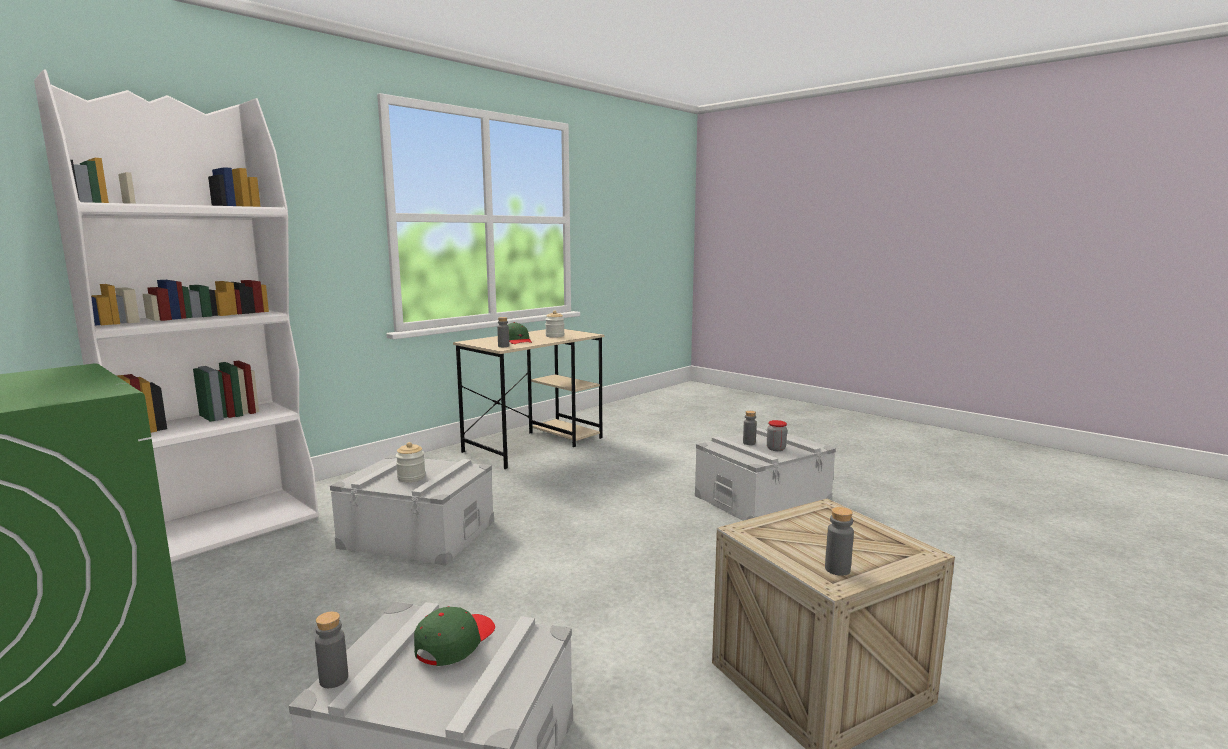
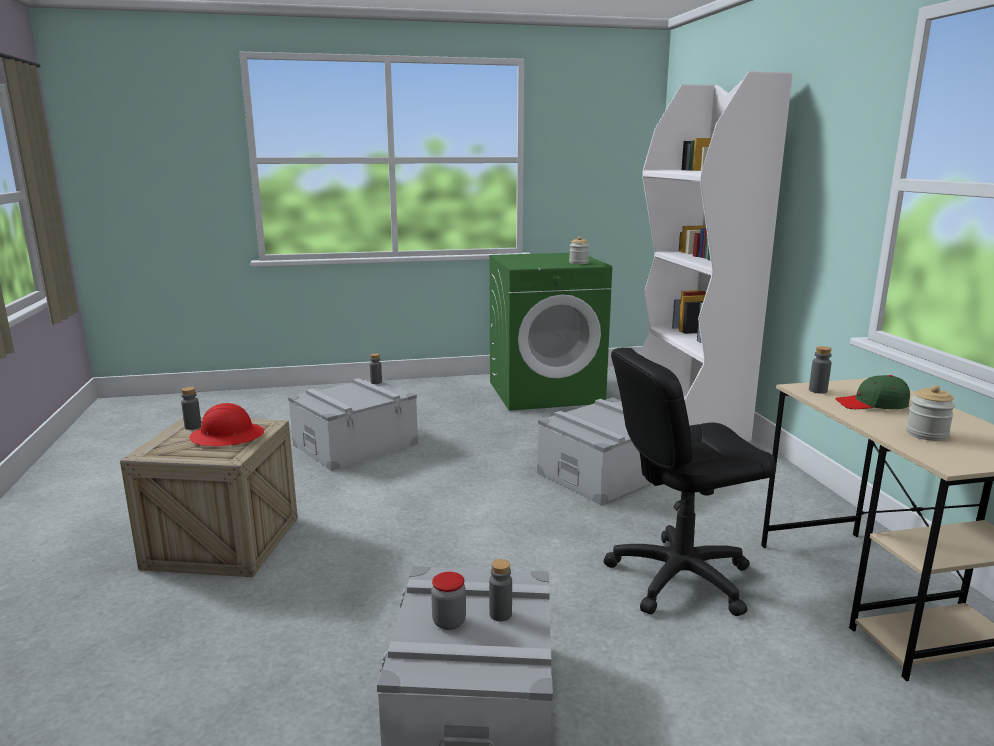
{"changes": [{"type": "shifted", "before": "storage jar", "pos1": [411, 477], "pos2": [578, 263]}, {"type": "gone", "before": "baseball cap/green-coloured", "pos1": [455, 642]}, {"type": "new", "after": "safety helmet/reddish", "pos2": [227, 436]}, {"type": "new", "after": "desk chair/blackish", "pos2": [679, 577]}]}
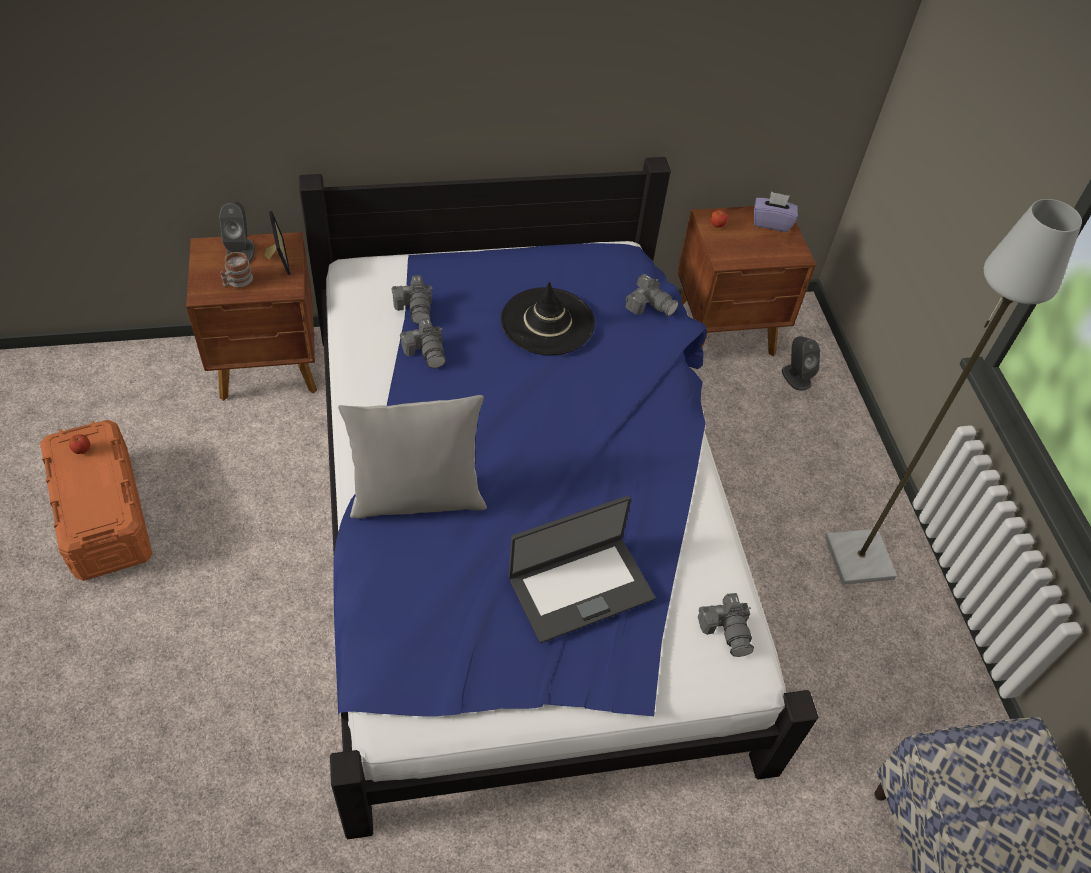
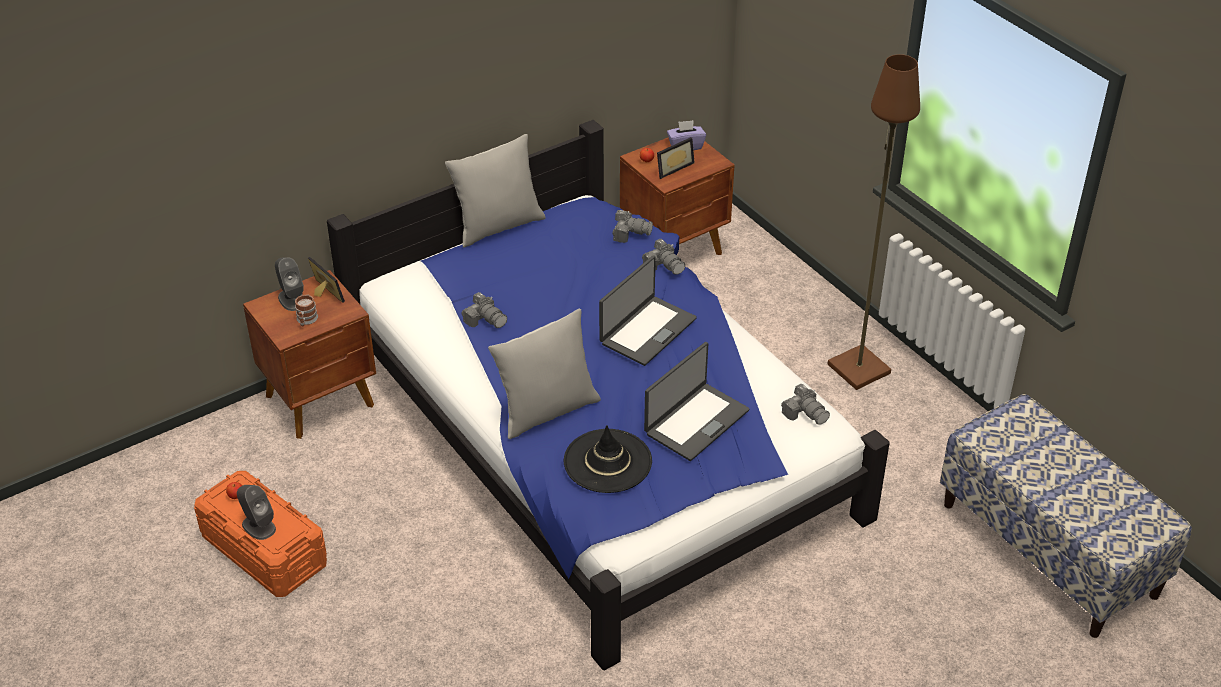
{"changes": [{"type": "shifted", "before": "photo camera", "pos1": [415, 308], "pos2": [664, 265]}, {"type": "shifted", "before": "wearable hat/blackish", "pos1": [547, 322], "pos2": [608, 461]}, {"type": "shifted", "before": "loudspeaker/grey", "pos1": [796, 377], "pos2": [258, 526]}, {"type": "repainted", "before": "floor lamp/grey", "after": "floor lamp/brown", "pos1": [857, 557], "pos2": [857, 369]}, {"type": "new", "after": "throw pillow/grey", "pos2": [498, 226]}, {"type": "new", "after": "laptop", "pos2": [647, 330]}, {"type": "new", "after": "standing frame", "pos2": [672, 167]}]}
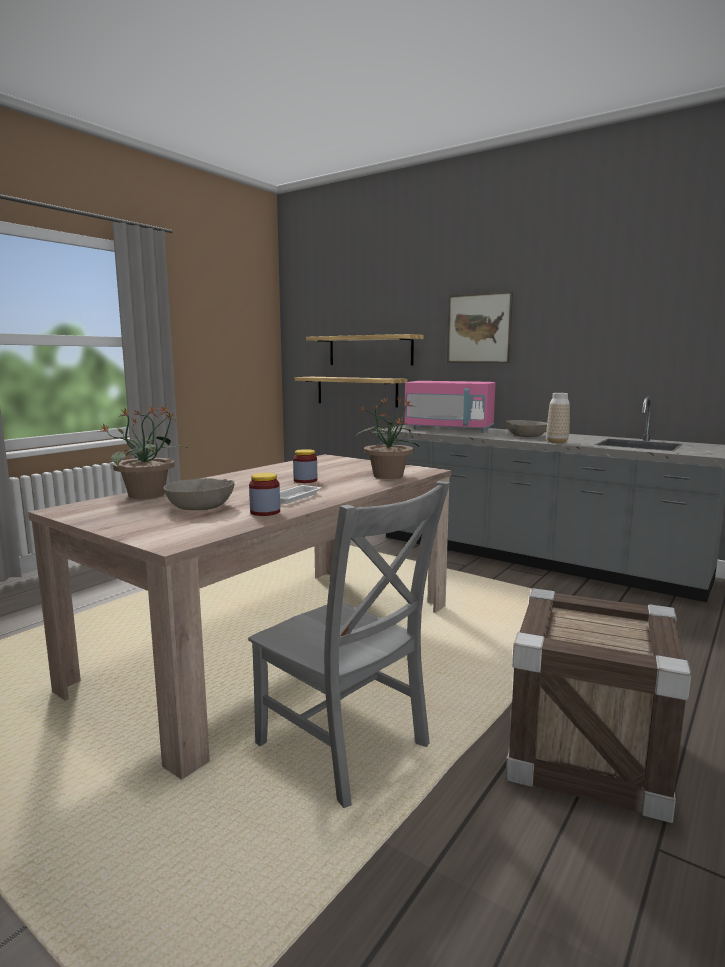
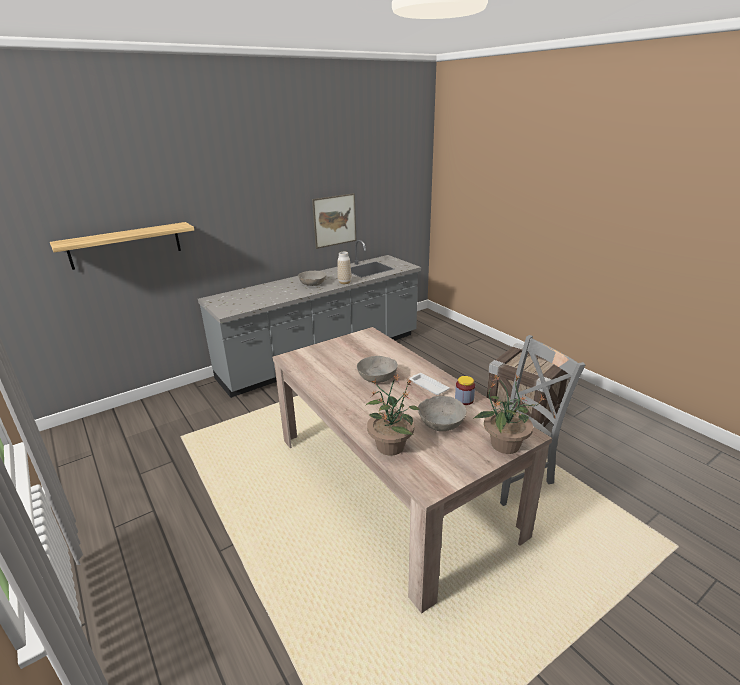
{"changes": [{"type": "swapped", "before": "storage jar", "after": "serving bowl/grey", "pos1": [305, 480], "pos2": [377, 377]}, {"type": "gone", "before": "shelf", "pos1": [356, 391]}, {"type": "shifted", "before": "plant in a pot", "pos1": [387, 475], "pos2": [504, 444]}, {"type": "gone", "before": "kitchen microwave/pinkish", "pos1": [449, 429]}, {"type": "shifted", "before": "picture", "pos1": [479, 328], "pos2": [334, 220]}]}
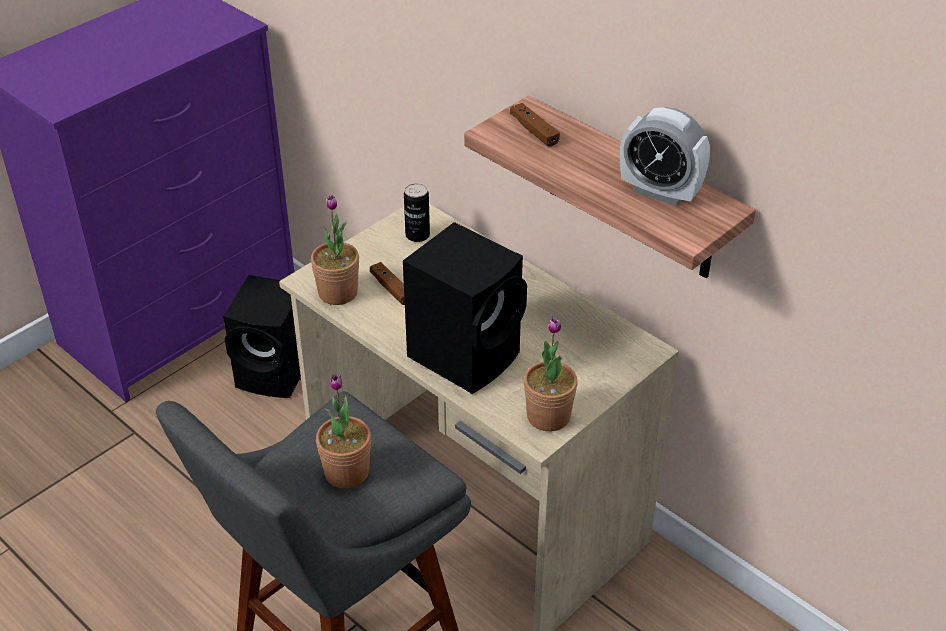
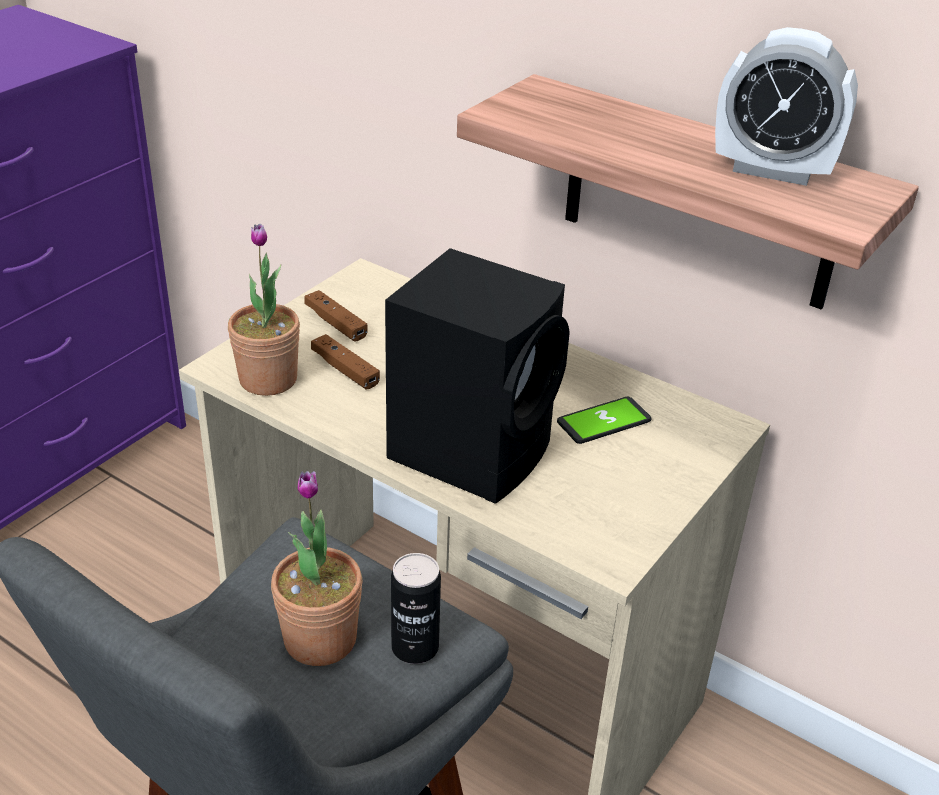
{"changes": [{"type": "gone", "before": "loudspeaker/blackish", "pos1": [276, 373]}, {"type": "shifted", "before": "sealed can", "pos1": [417, 235], "pos2": [415, 647]}, {"type": "shifted", "before": "joypad/brown", "pos1": [534, 131], "pos2": [335, 323]}, {"type": "gone", "before": "plant in a pot", "pos1": [548, 416]}, {"type": "new", "after": "telephone", "pos2": [604, 422]}]}
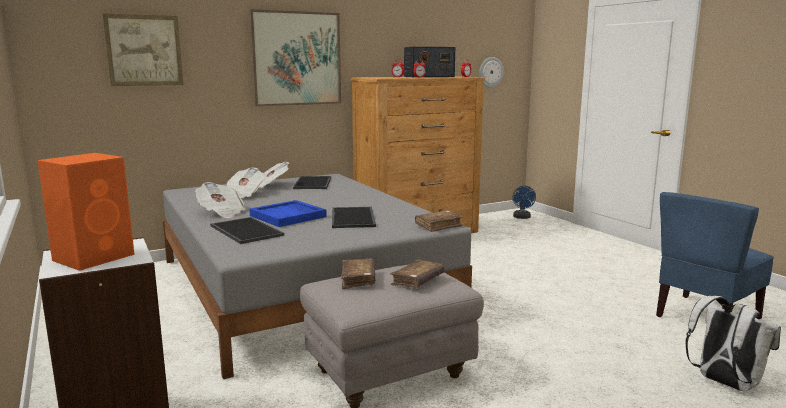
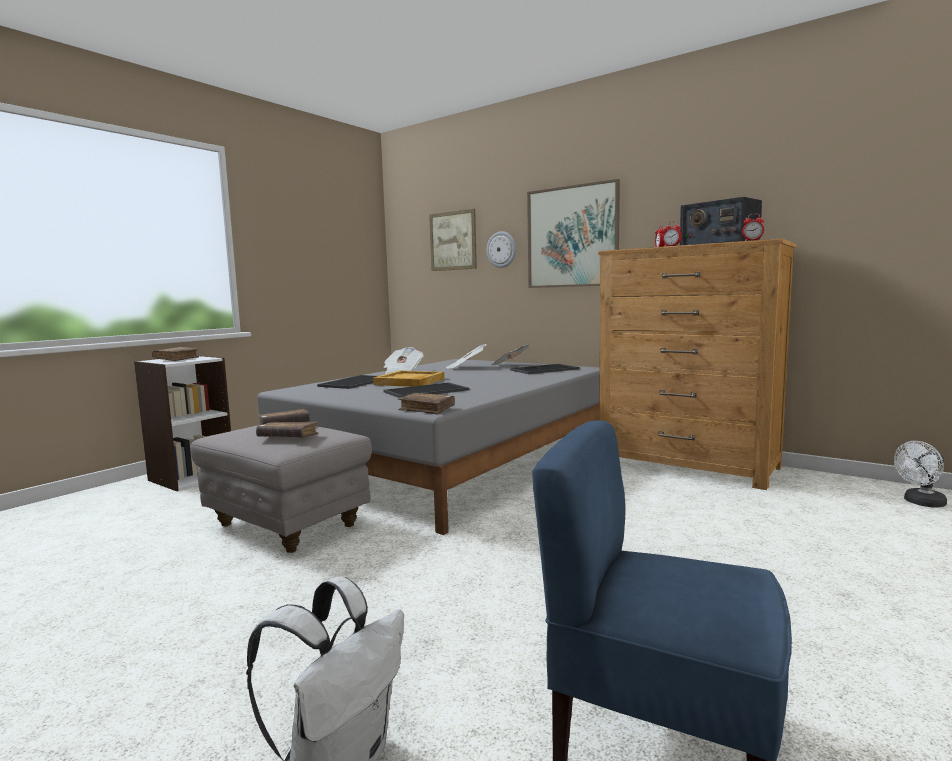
{"changes": [{"type": "swapped", "before": "loudspeaker/orange-coloured", "after": "bound book/brown", "pos1": [95, 257], "pos2": [176, 359]}, {"type": "repainted", "before": "tray/blue-coloured", "after": "tray/sand-coloured", "pos1": [288, 216], "pos2": [409, 382]}, {"type": "shifted", "before": "hanging clock", "pos1": [490, 72], "pos2": [501, 249]}, {"type": "repainted", "before": "cooling fan/blue-coloured", "after": "cooling fan/white-coloured", "pos1": [522, 217], "pos2": [921, 503]}]}
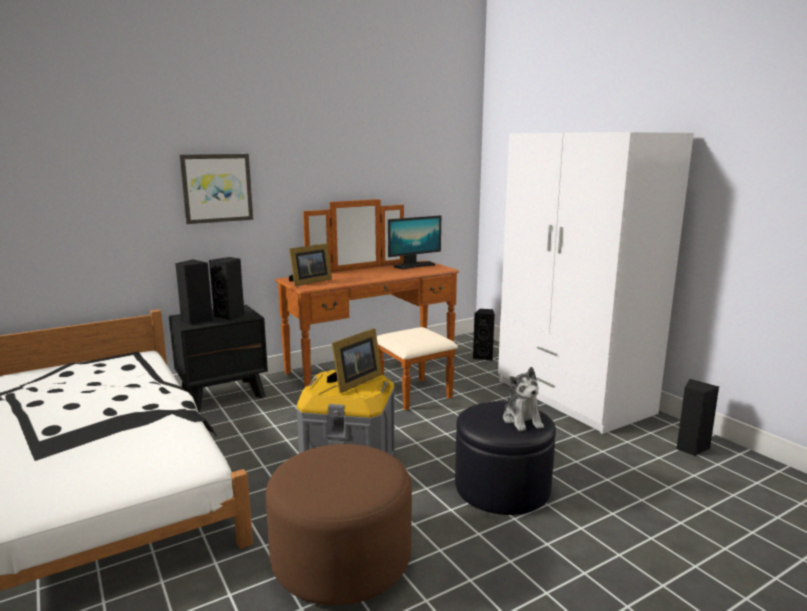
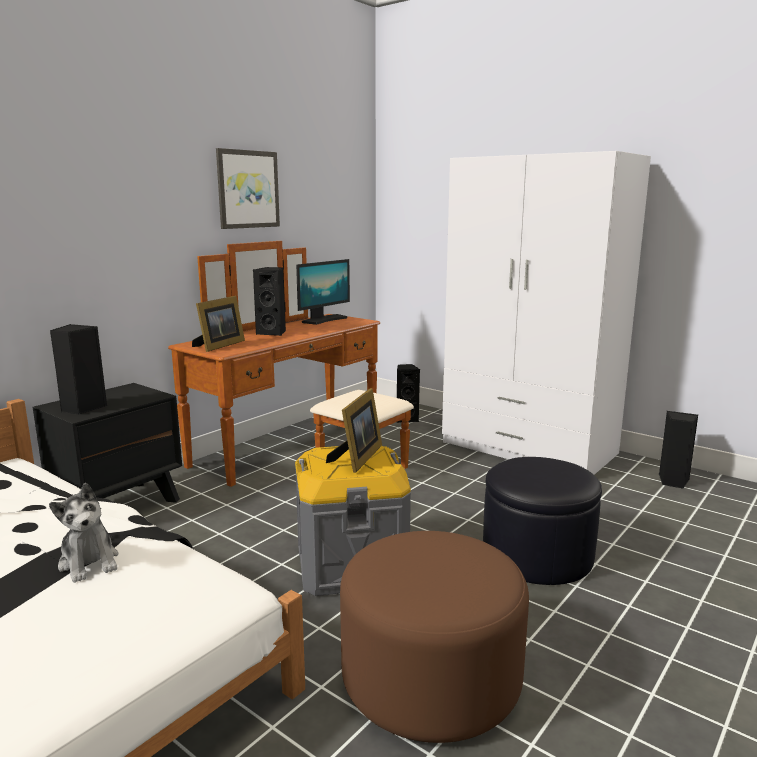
{"changes": [{"type": "shifted", "before": "picture", "pos1": [217, 188], "pos2": [247, 189]}, {"type": "shifted", "before": "loudspeaker/blackish", "pos1": [230, 316], "pos2": [273, 332]}, {"type": "shifted", "before": "soft toy", "pos1": [522, 420], "pos2": [89, 562]}]}
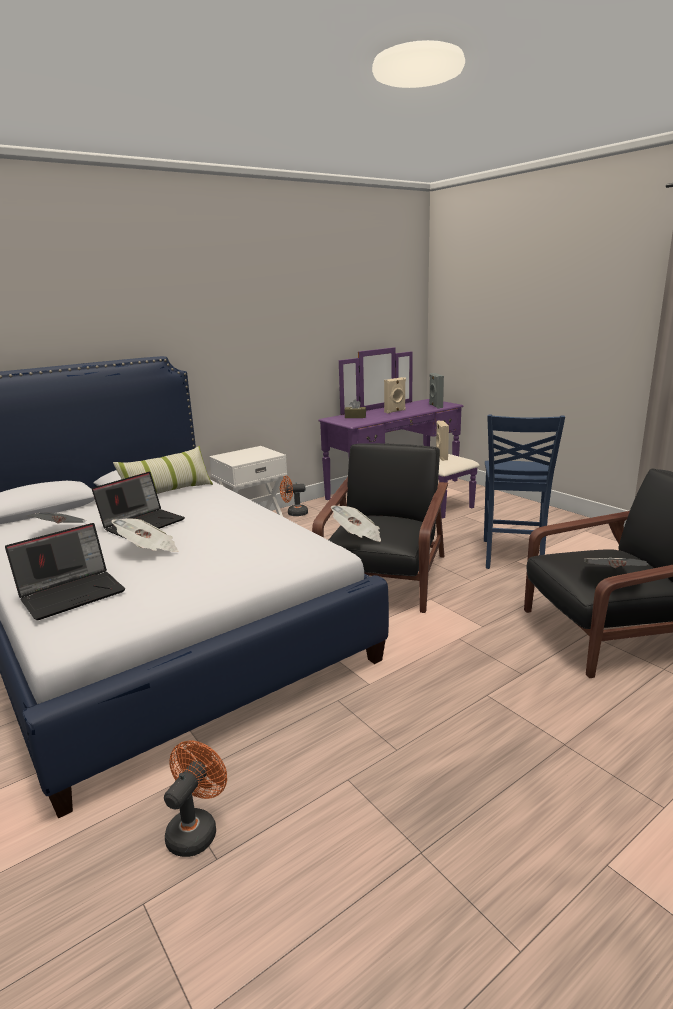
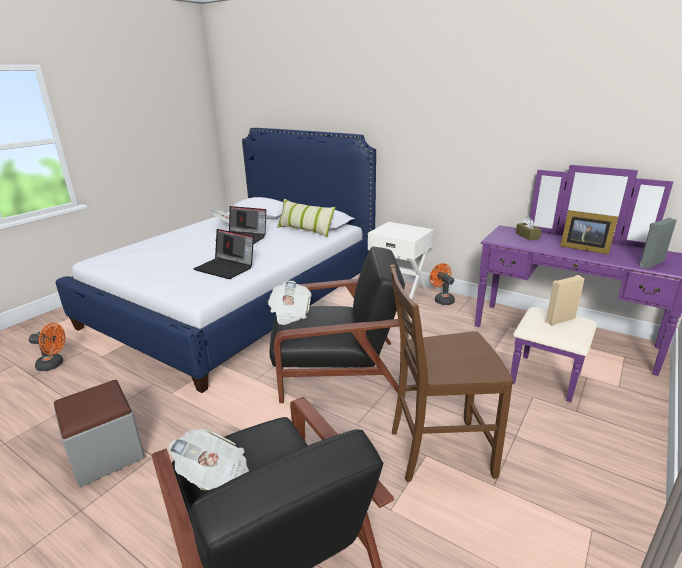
{"changes": [{"type": "shifted", "before": "laptop", "pos1": [72, 593], "pos2": [226, 268]}, {"type": "gone", "before": "newspaper", "pos1": [149, 550]}, {"type": "swapped", "before": "loudspeaker/sand-coloured", "after": "standing frame", "pos1": [395, 411], "pos2": [583, 248]}, {"type": "repainted", "before": "chair/blue-coloured", "after": "chair/brown", "pos1": [512, 556], "pos2": [438, 451]}, {"type": "new", "after": "footrest/grey", "pos2": [106, 454]}]}
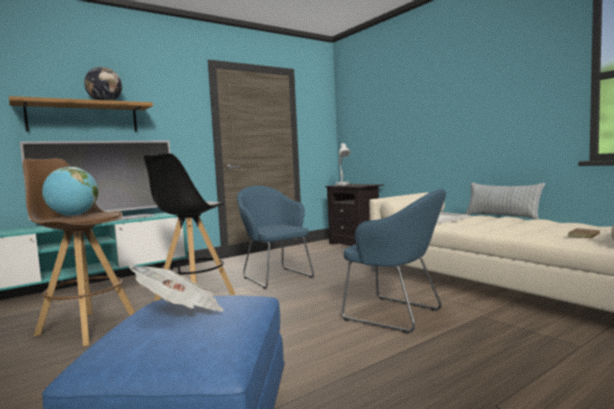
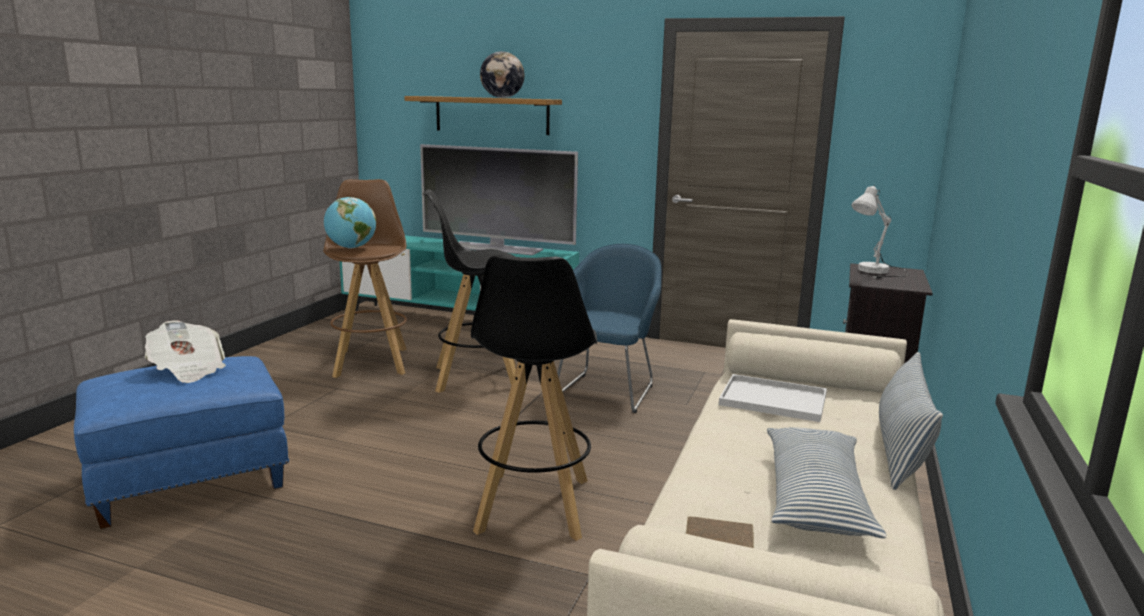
{"changes": [{"type": "swapped", "before": "armchair/blue-coloured", "after": "stool/blackish", "pos1": [396, 315], "pos2": [533, 506]}, {"type": "new", "after": "throw pillow", "pos2": [815, 497]}]}
